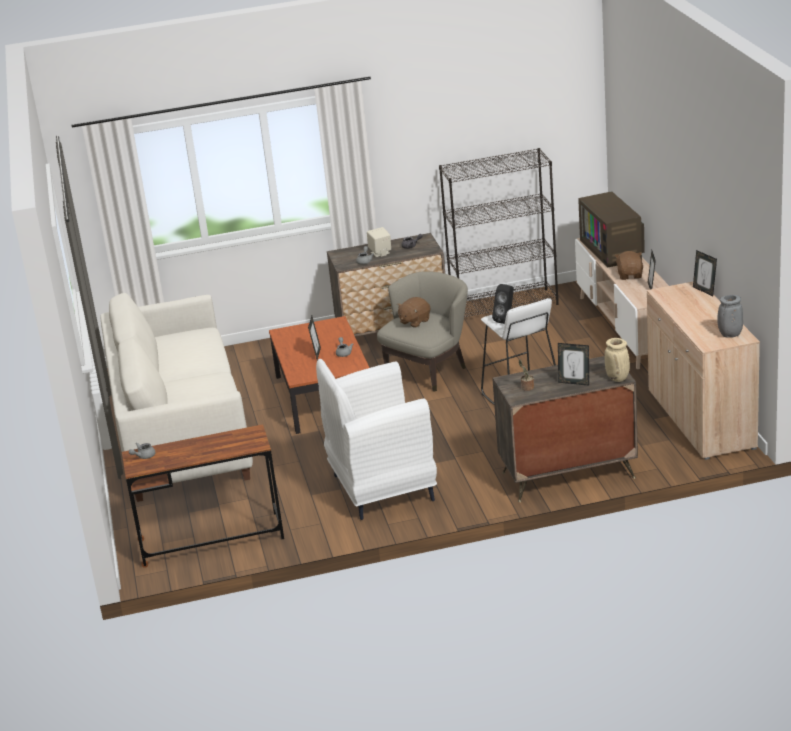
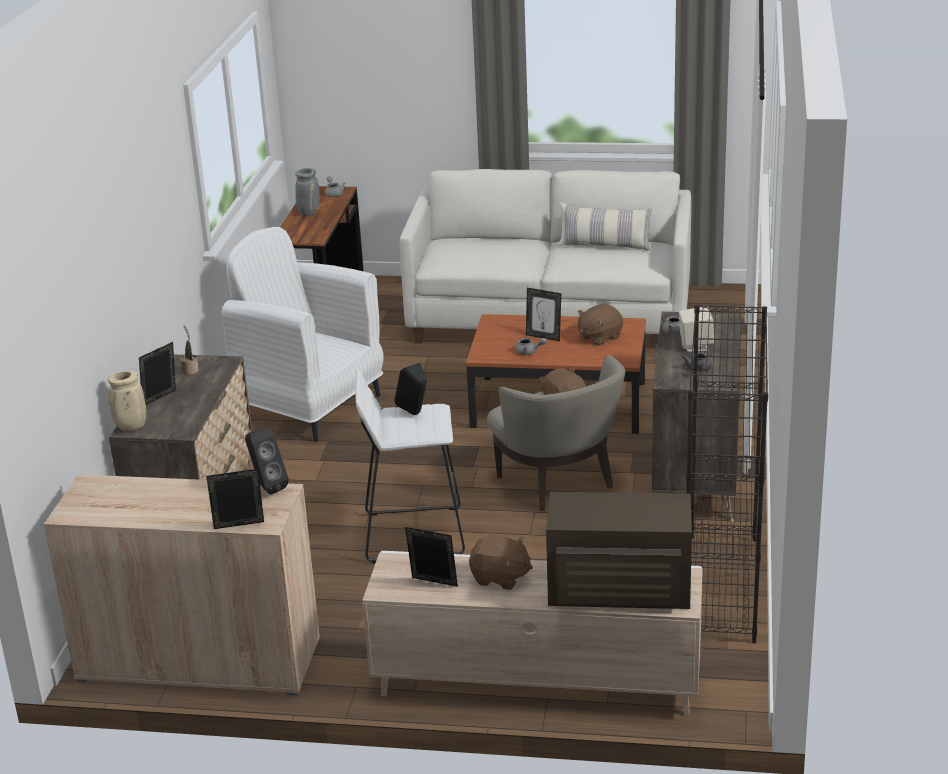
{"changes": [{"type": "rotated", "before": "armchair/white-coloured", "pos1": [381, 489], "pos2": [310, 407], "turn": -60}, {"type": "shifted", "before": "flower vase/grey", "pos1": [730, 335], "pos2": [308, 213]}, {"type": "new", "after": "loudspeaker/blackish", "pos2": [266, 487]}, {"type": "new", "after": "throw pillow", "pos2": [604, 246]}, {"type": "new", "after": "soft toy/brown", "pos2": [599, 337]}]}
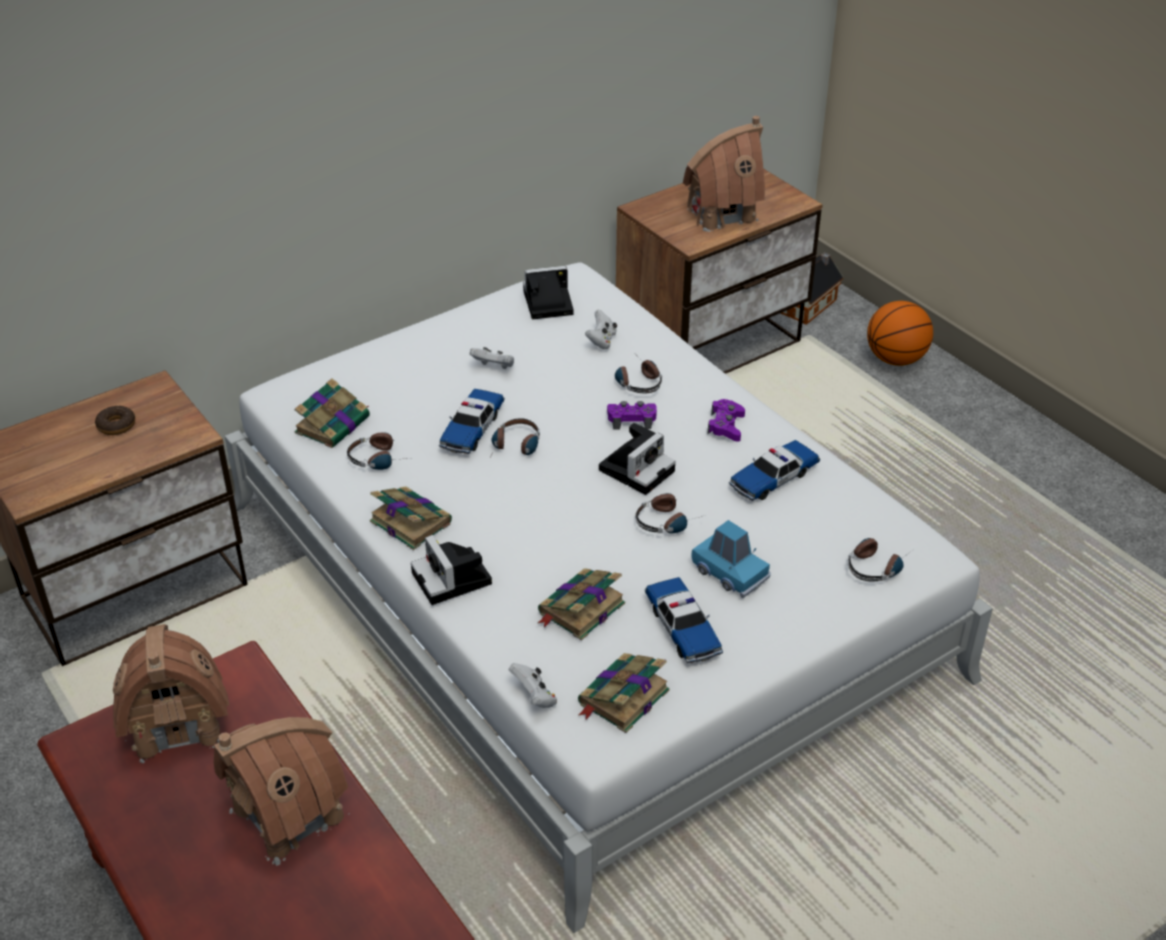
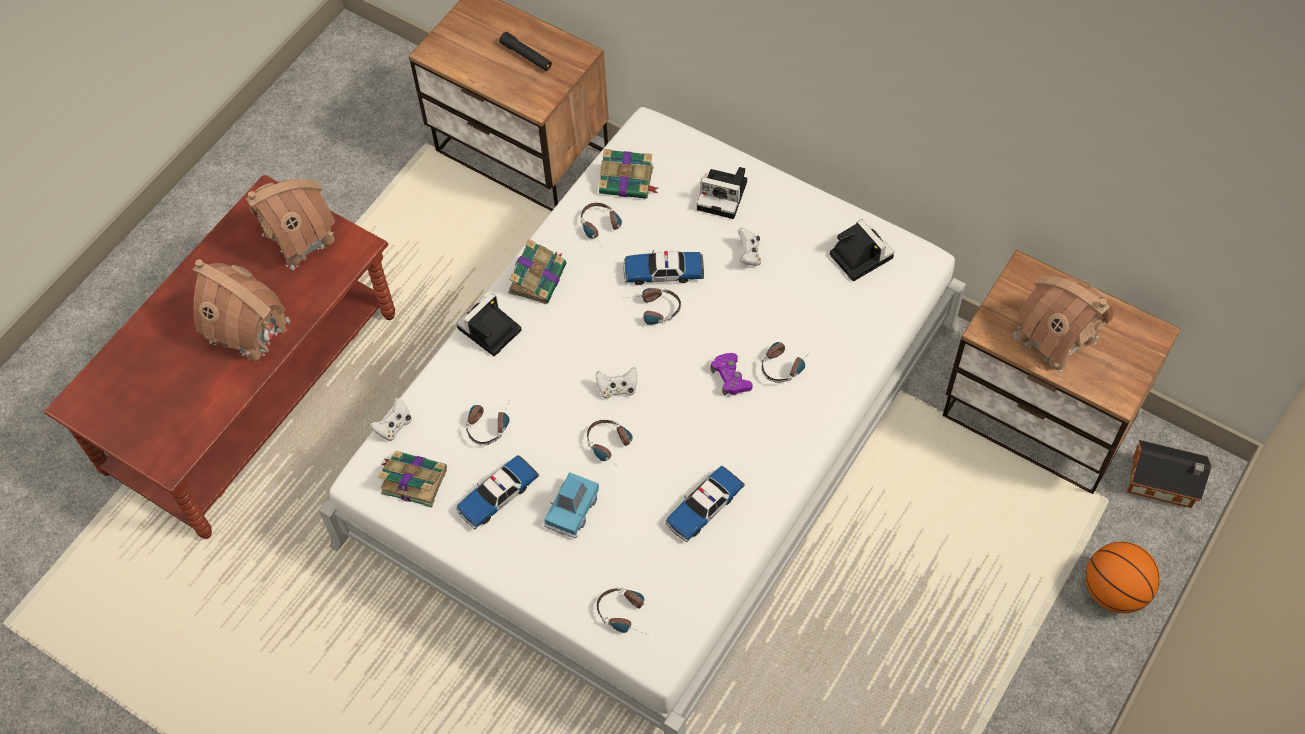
{"changes": [{"type": "swapped", "before": "doughnut", "after": "torch/blackish", "pos1": [116, 425], "pos2": [526, 56]}, {"type": "swapped", "before": "bound book", "after": "headset", "pos1": [580, 609], "pos2": [489, 422]}, {"type": "shifted", "before": "joypad/white-coloured", "pos1": [601, 341], "pos2": [617, 388]}, {"type": "shifted", "before": "photo camera", "pos1": [637, 468], "pos2": [724, 195]}, {"type": "gone", "before": "joypad/purple-coloured", "pos1": [726, 426]}, {"type": "rotated", "before": "model car", "pos1": [773, 478], "pos2": [704, 507], "turn": -75}]}
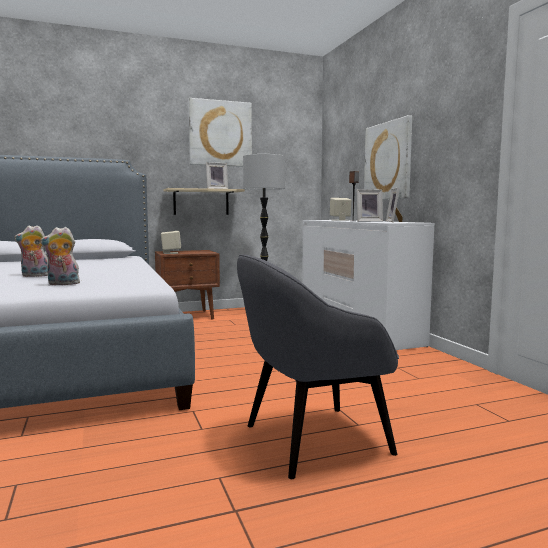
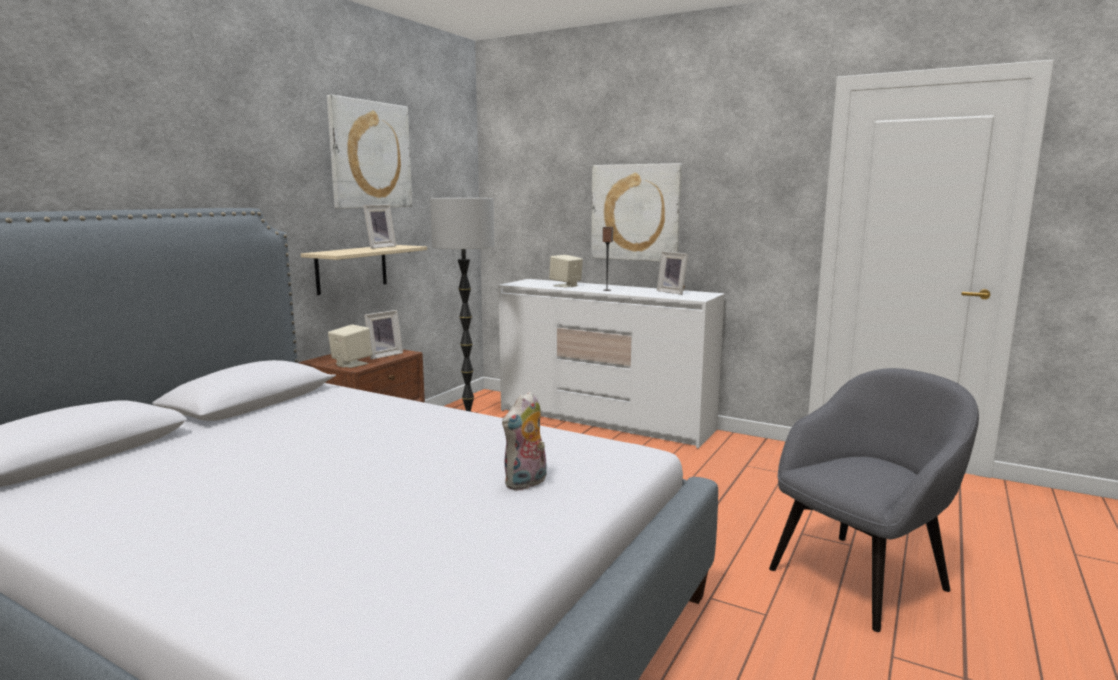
{"changes": [{"type": "gone", "before": "soft toy", "pos1": [34, 276]}, {"type": "rotated", "before": "armchair/grey", "pos1": [313, 440], "pos2": [860, 577], "turn": -150}, {"type": "shifted", "before": "standing frame", "pos1": [368, 221], "pos2": [383, 355]}]}
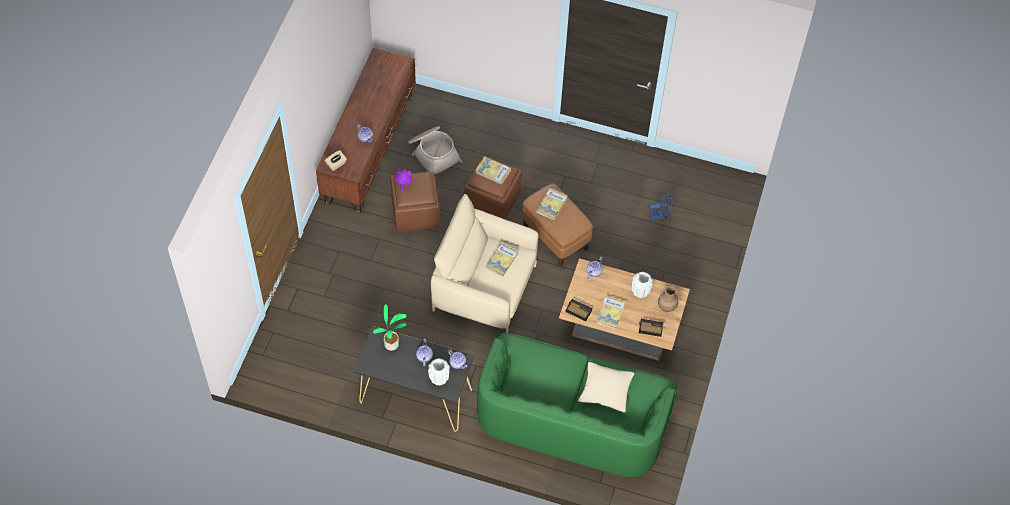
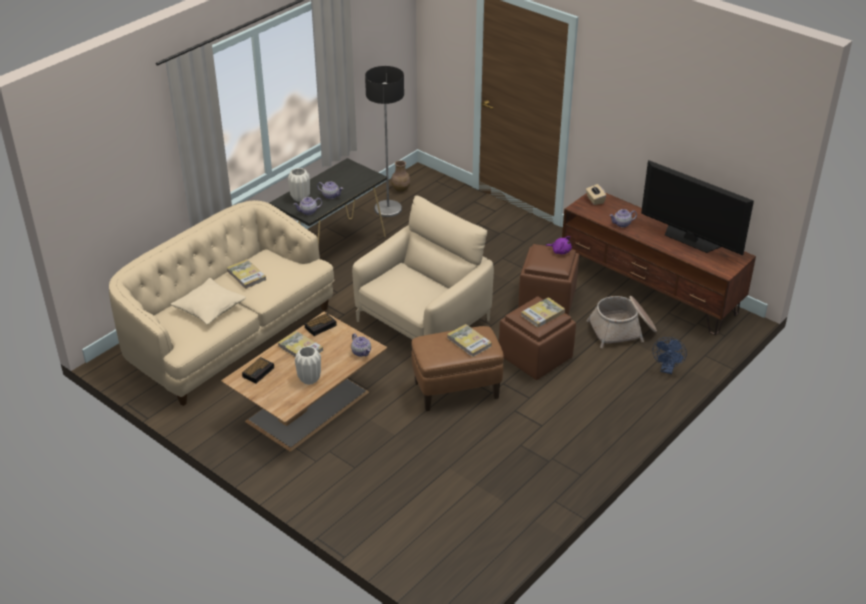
{"changes": [{"type": "gone", "before": "plant in a pot", "pos1": [392, 345]}, {"type": "repainted", "before": "sofa/green-coloured", "after": "sofa/sand-coloured", "pos1": [572, 420], "pos2": [228, 336]}, {"type": "shifted", "before": "bound book", "pos1": [502, 260], "pos2": [246, 275]}, {"type": "shifted", "before": "cooling fan/blue-coloured", "pos1": [661, 216], "pos2": [667, 369]}, {"type": "shifted", "before": "flower vase/brown", "pos1": [666, 306], "pos2": [401, 189]}, {"type": "new", "after": "floor lamp", "pos2": [388, 209]}, {"type": "new", "after": "TV set", "pos2": [690, 239]}]}
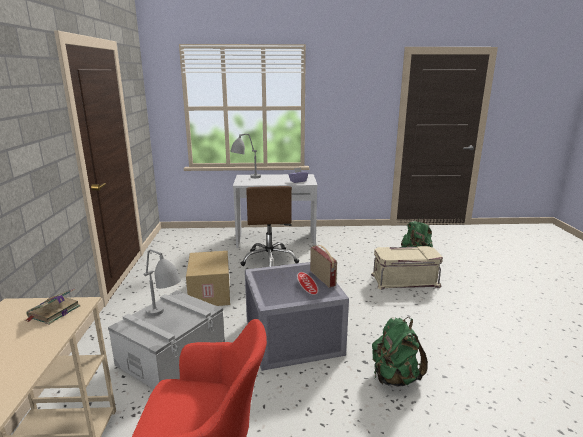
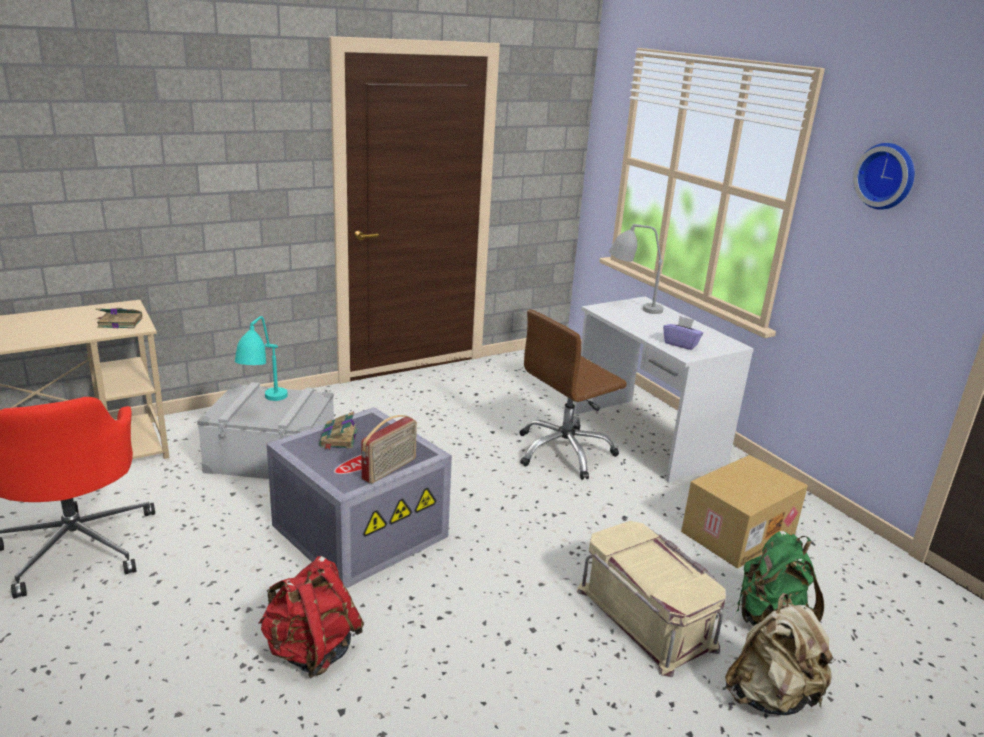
{"changes": [{"type": "repainted", "before": "tabletop lamp/grey", "after": "tabletop lamp/turquoise-coloured", "pos1": [165, 319], "pos2": [263, 406]}, {"type": "shifted", "before": "cardboard box", "pos1": [209, 292], "pos2": [737, 532]}, {"type": "repainted", "before": "knapsack/green-coloured", "after": "knapsack/reddish", "pos1": [394, 377], "pos2": [311, 651]}, {"type": "new", "after": "bound book", "pos2": [338, 439]}, {"type": "new", "after": "knapsack/sand-coloured", "pos2": [771, 696]}, {"type": "new", "after": "hanging clock", "pos2": [886, 176]}]}
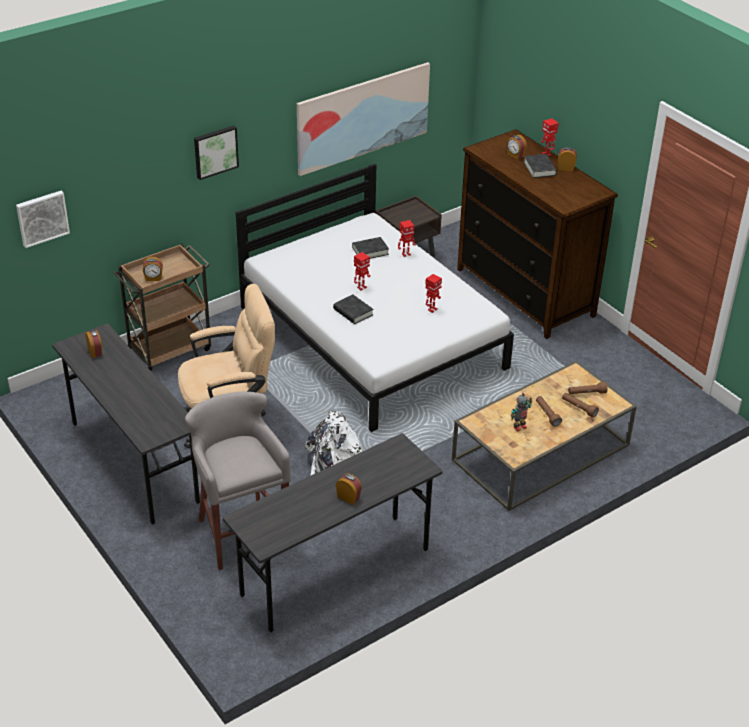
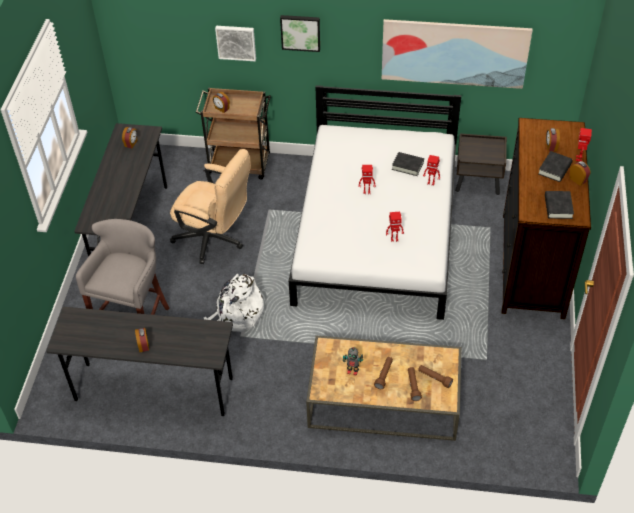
{"changes": [{"type": "shifted", "before": "picture", "pos1": [42, 218], "pos2": [236, 42]}, {"type": "shifted", "before": "bound book/blackish", "pos1": [353, 312], "pos2": [558, 207]}]}
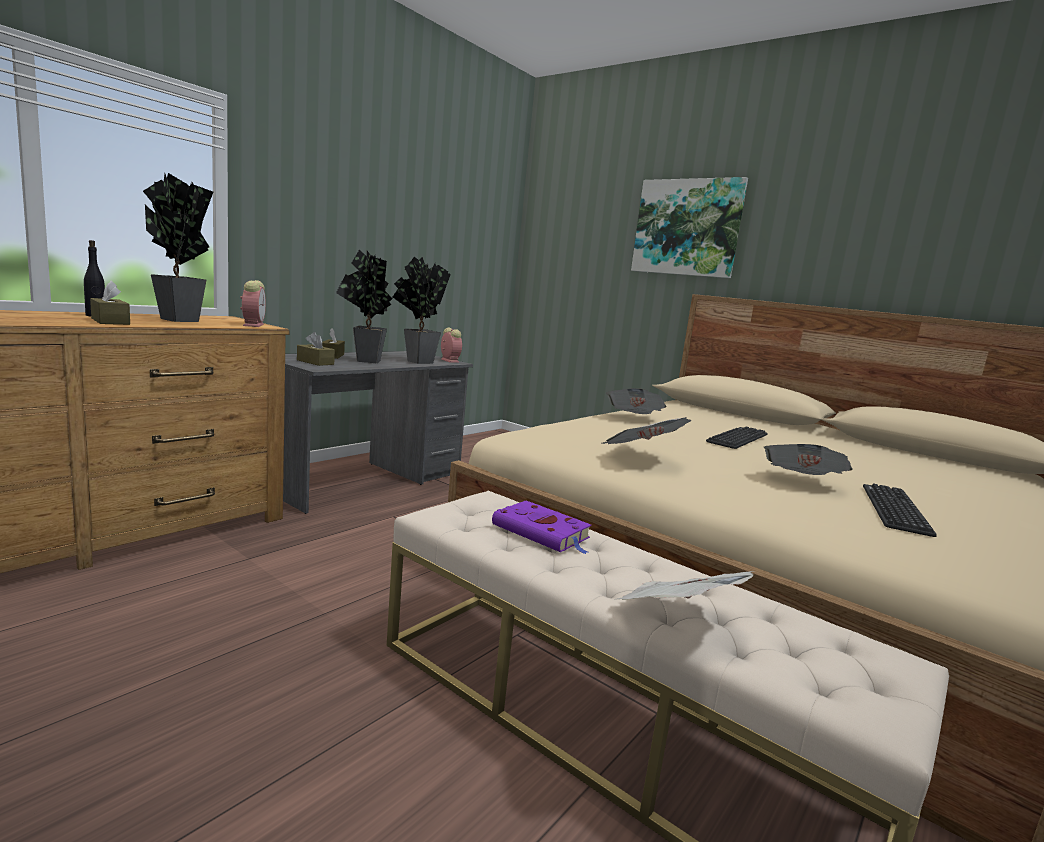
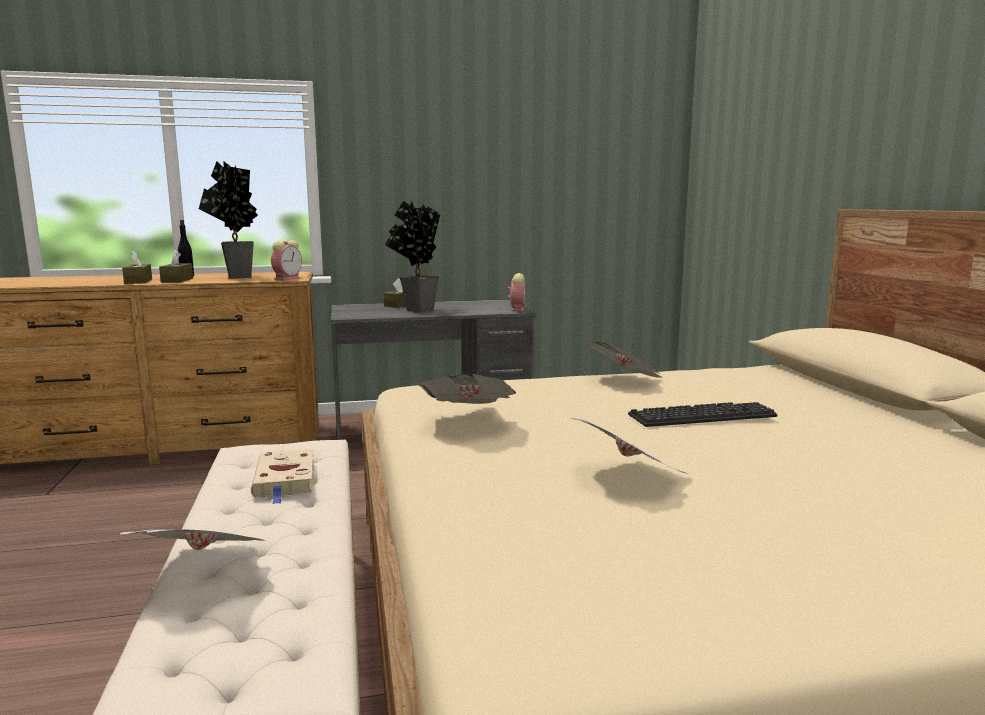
{"changes": [{"type": "shifted", "before": "tissue box/brown", "pos1": [315, 362], "pos2": [138, 281]}, {"type": "gone", "before": "plant in a pot", "pos1": [415, 361]}, {"type": "repainted", "before": "bound book/purple-coloured", "after": "bound book/sand-coloured", "pos1": [543, 532], "pos2": [285, 480]}, {"type": "gone", "before": "picture", "pos1": [687, 228]}, {"type": "gone", "before": "PC keyboard", "pos1": [895, 509]}]}
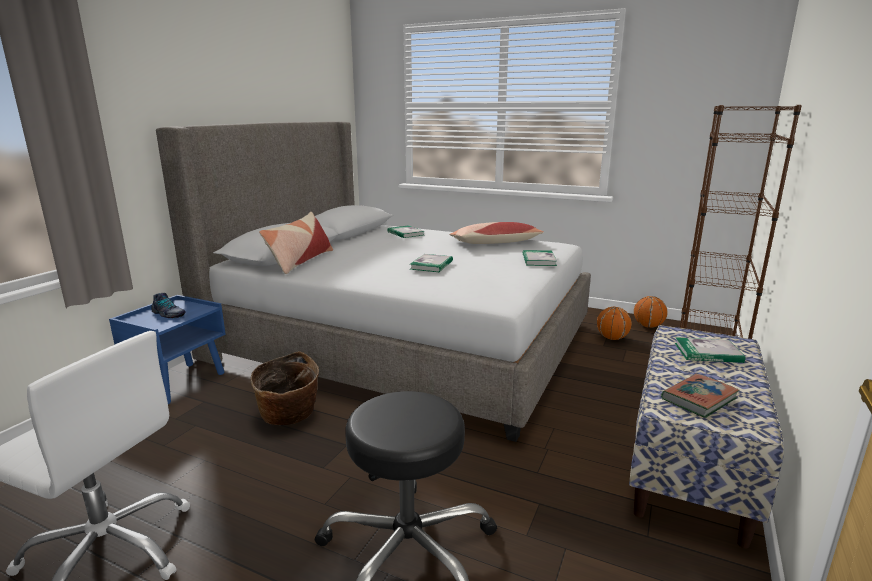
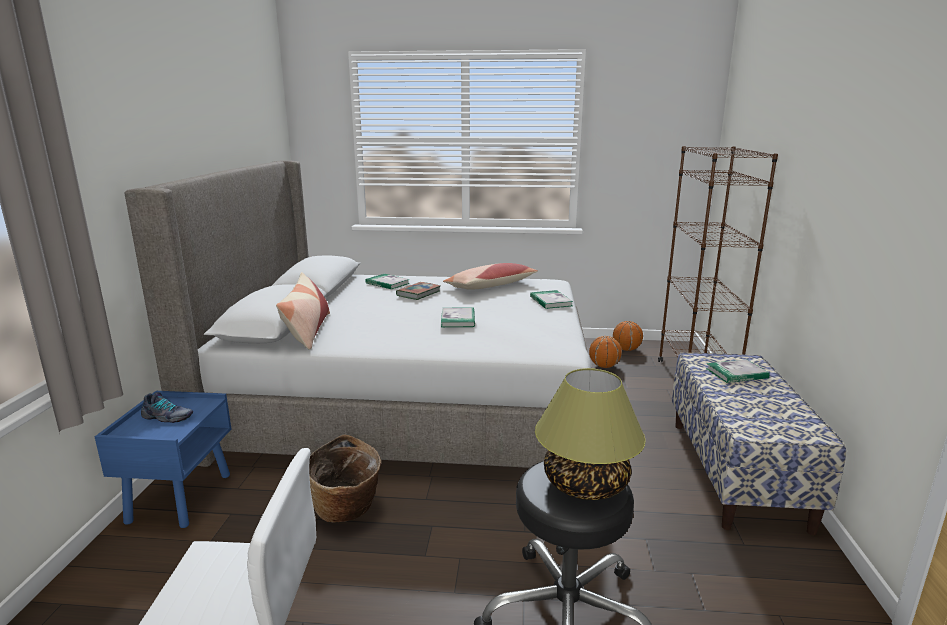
{"changes": [{"type": "shifted", "before": "bound book", "pos1": [699, 399], "pos2": [418, 293]}, {"type": "new", "after": "tabletop lamp", "pos2": [585, 484]}]}
